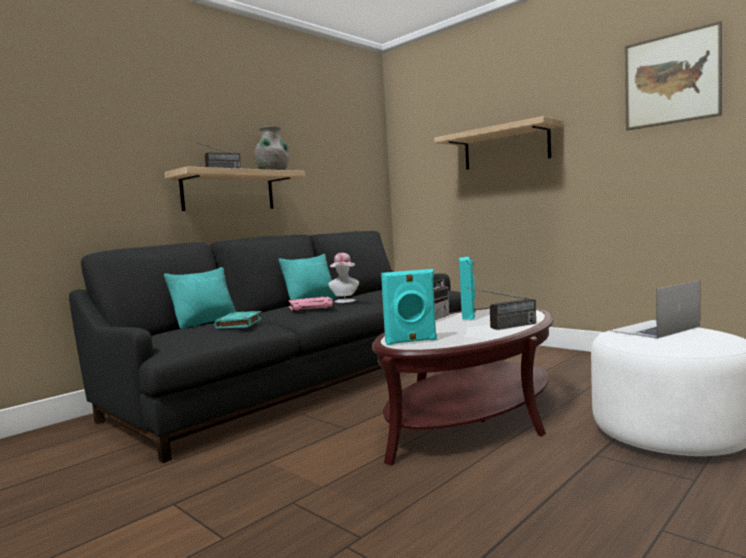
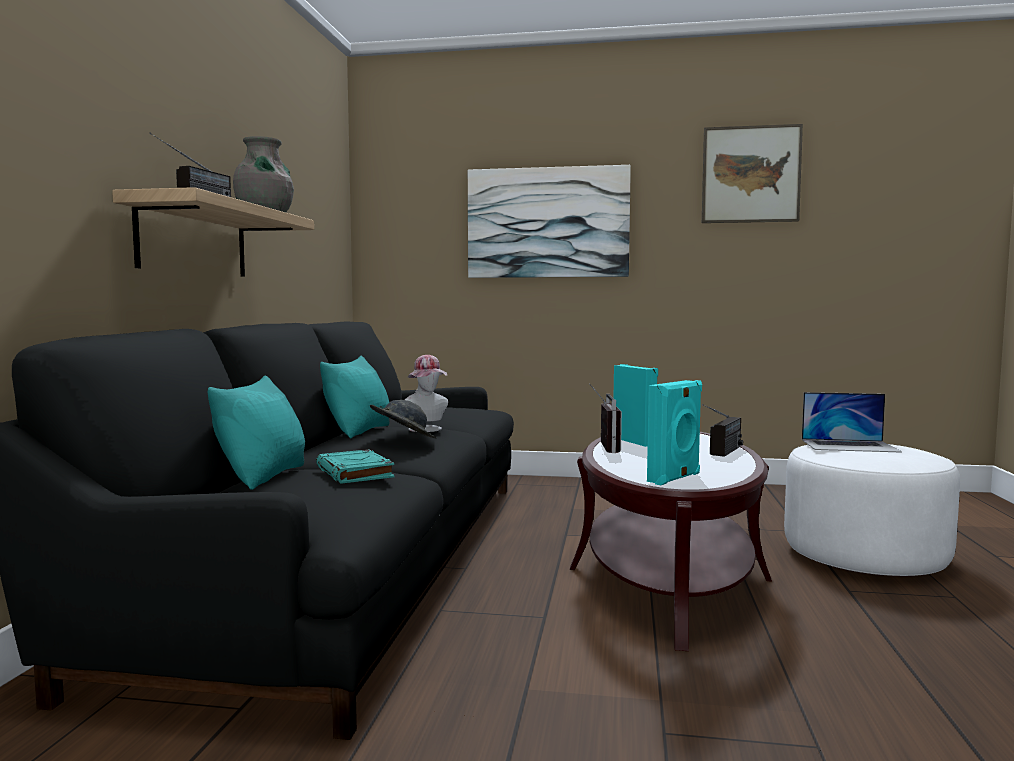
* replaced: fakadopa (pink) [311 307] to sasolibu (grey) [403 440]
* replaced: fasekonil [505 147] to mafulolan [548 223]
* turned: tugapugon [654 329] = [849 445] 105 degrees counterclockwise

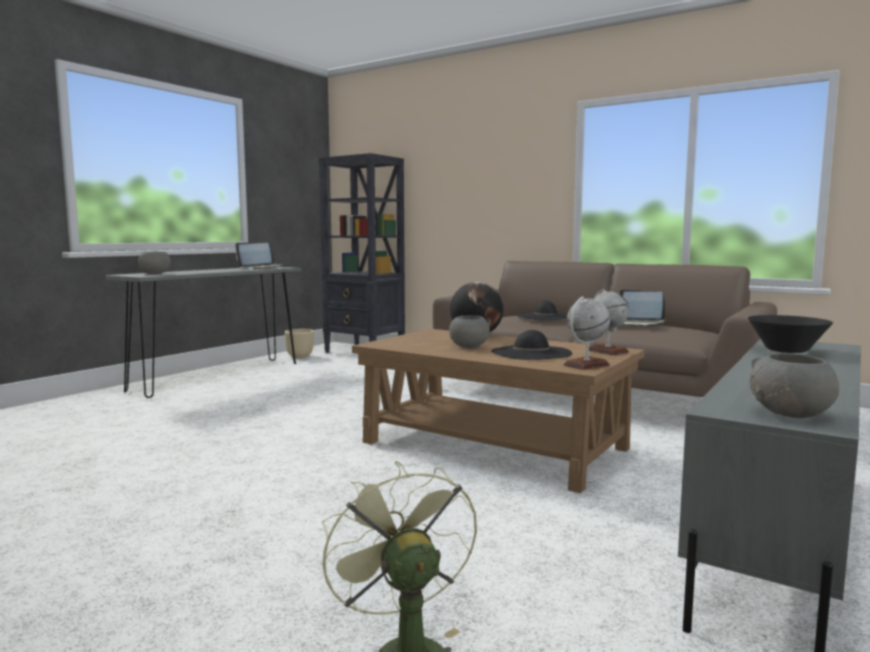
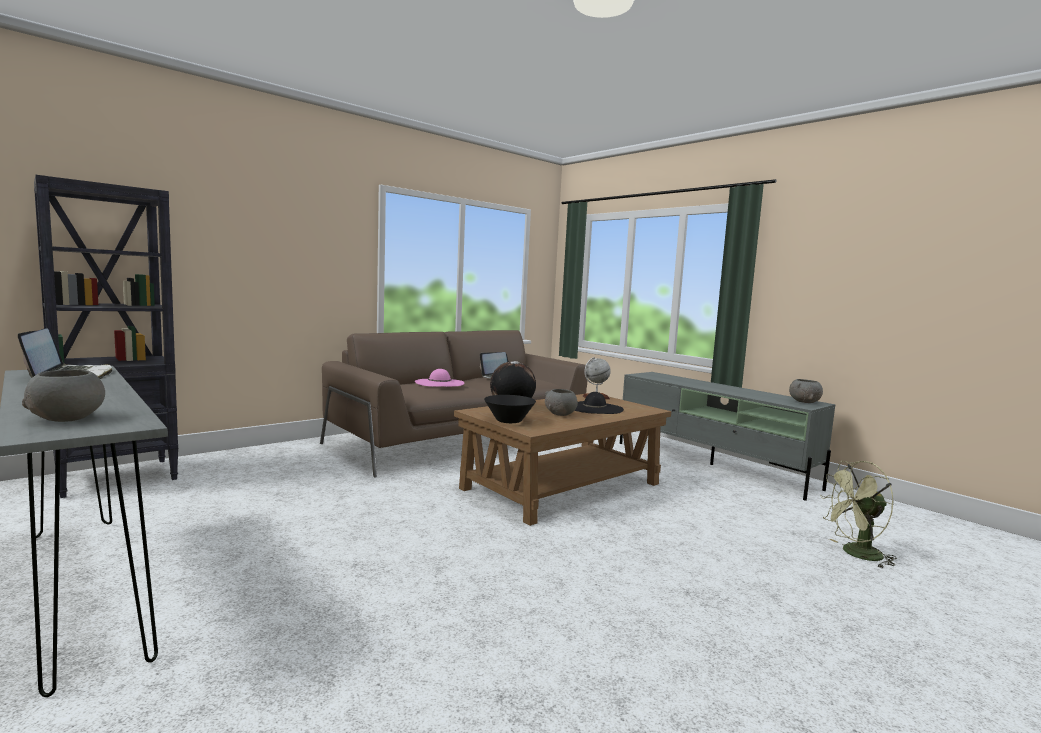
* removed: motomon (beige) [300 356]
* recoloured: sasolibu (black) [545 317] to sasolibu (pink) [439 383]
* removed: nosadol [586 365]
* moved: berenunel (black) [787 350] to [509 421]

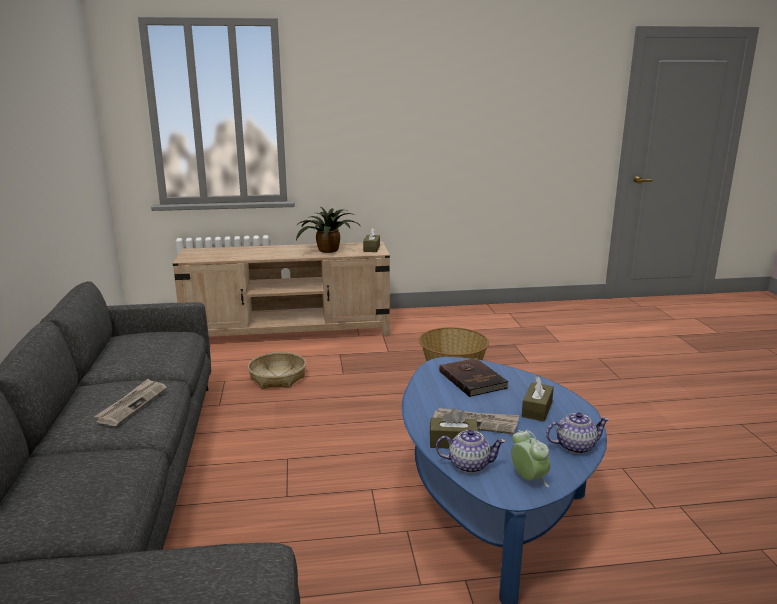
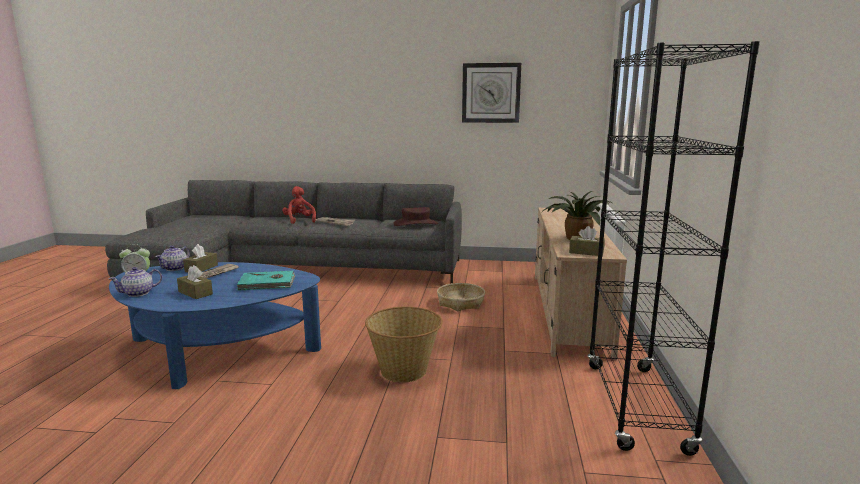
* recoloured: fakadopa (brown) [473 379] to fakadopa (turquoise) [267 283]
* turned: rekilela [574 446] = [138 293] 45 degrees clockwise
* added: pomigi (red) [299 220]
* added: sasolibu (brown) [415 224]
* added: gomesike [491 93]
* added: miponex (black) [635 406]

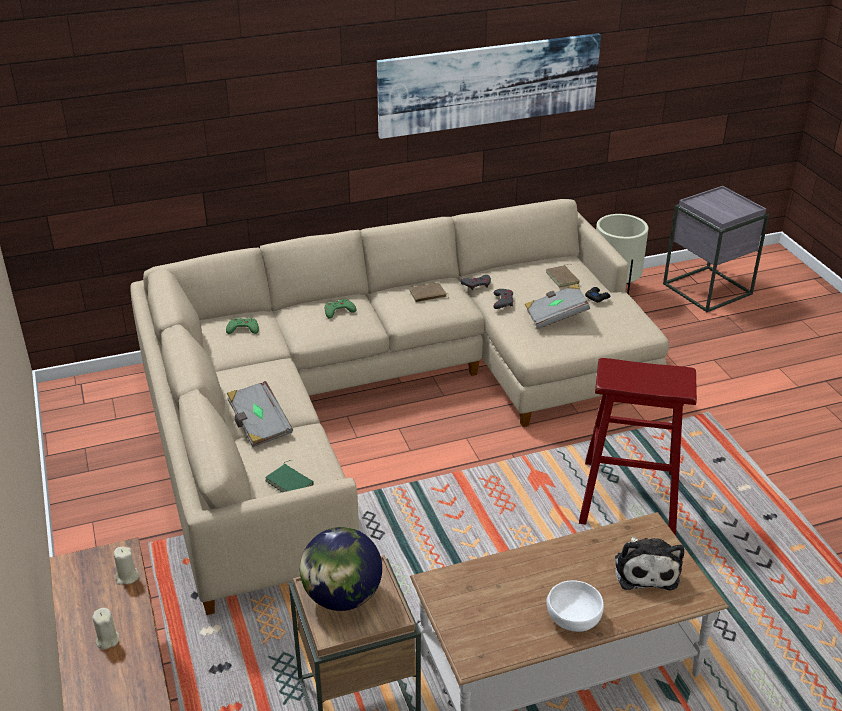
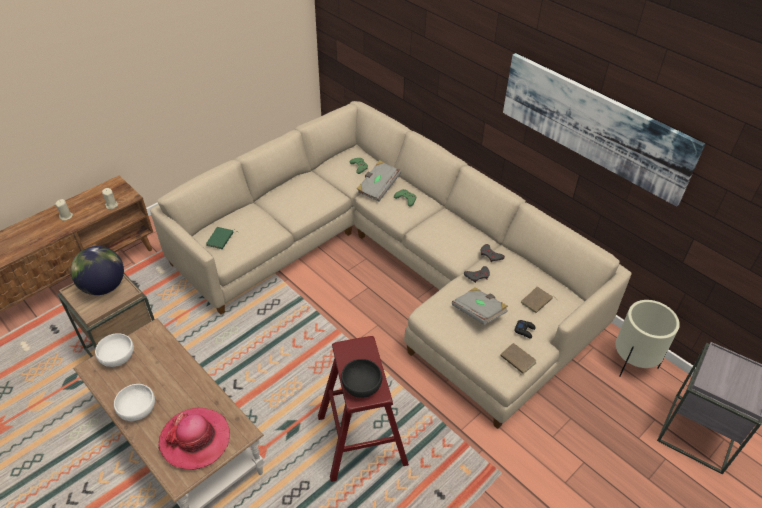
* moved: fakadopa (grey) [259 425] to [378 187]
* moved: fakadopa (brown) [428 295] to [517 360]
* replaced: pomigi [645 569] to sasolibu [195 439]
* added: berenunel (white) [118 357]
* added: berenunel (black) [361 386]

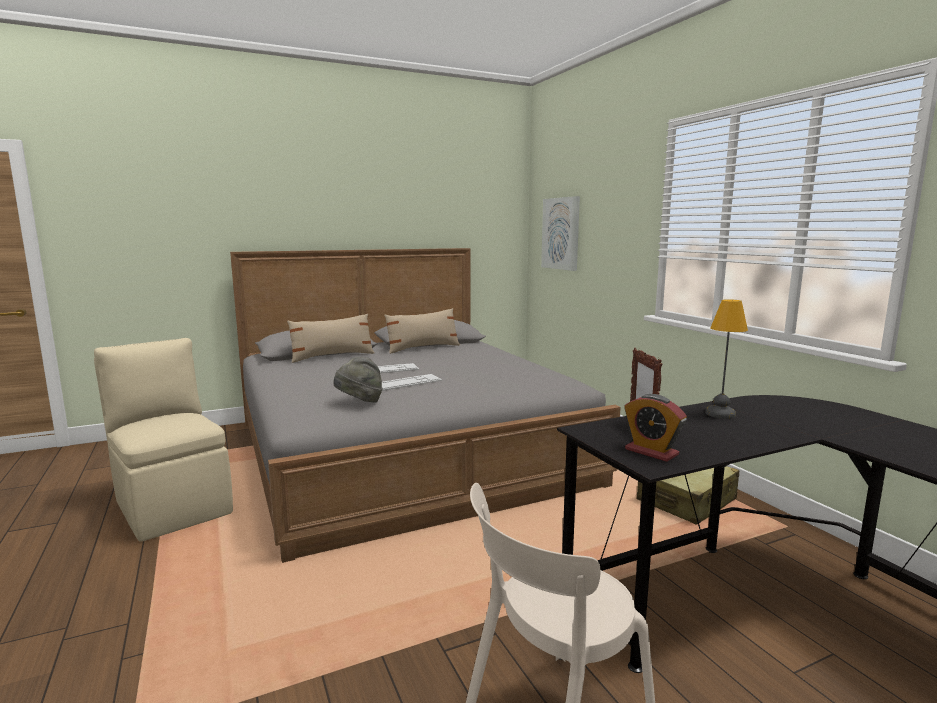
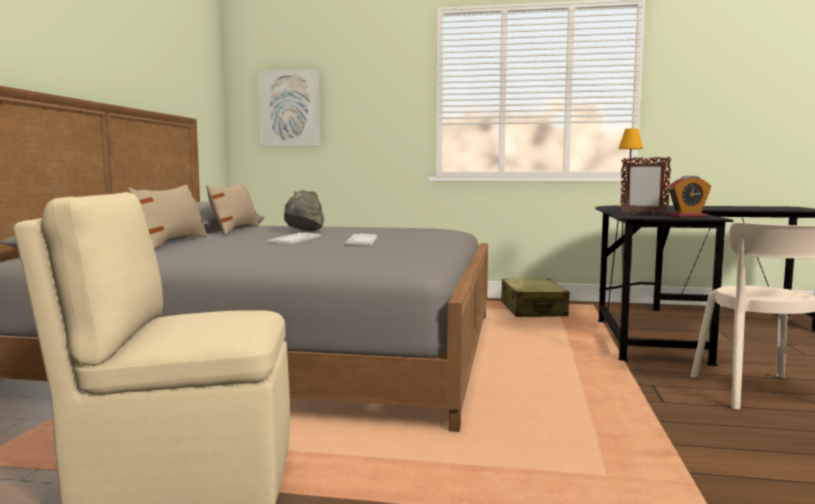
* moved: sasolibu (grey) [359 402] to [303 231]

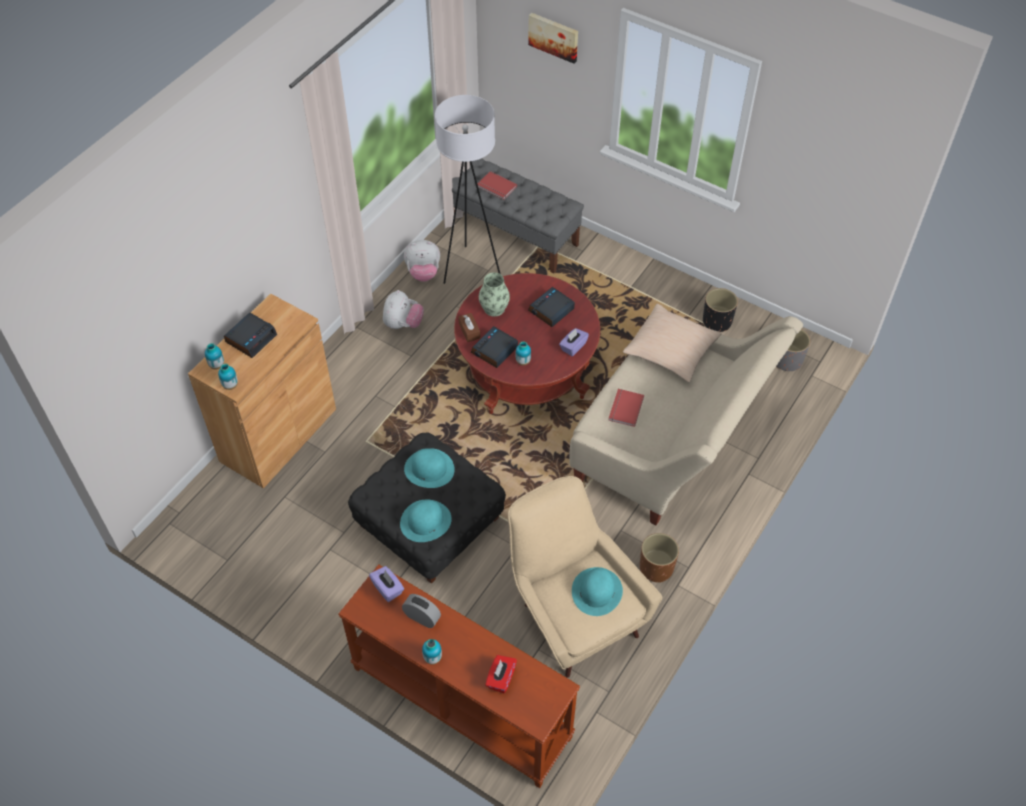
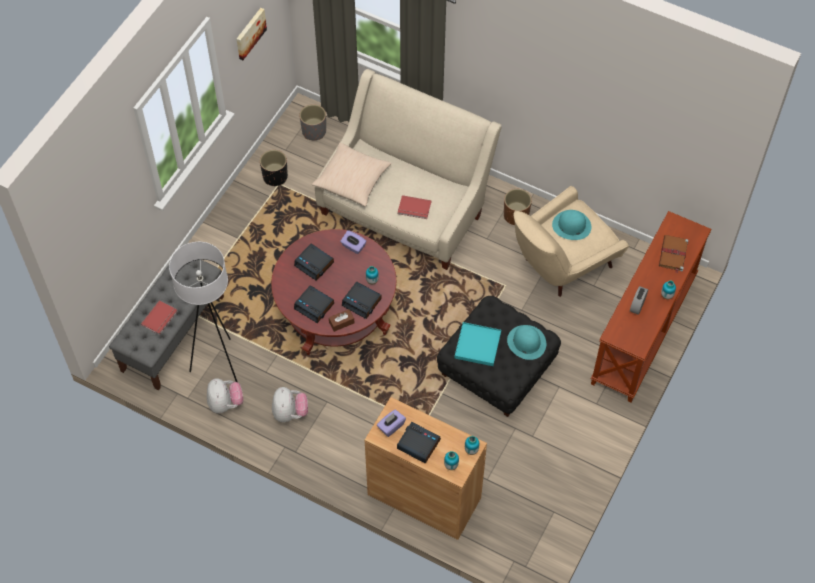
* moved: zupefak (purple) [388 588] to [391 426]
* turned: pomigi [403 324] = [290 413] 75 degrees clockwise
* replaced: sasolibu (turquoise) [429 469] to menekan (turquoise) [477 345]
* replaced: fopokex [494 308] to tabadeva [314 306]
* replaced: zupefak (red) [501 678] to fakadopa (brown) [673 254]
* moved: mafulolan [554 36] to [249 33]

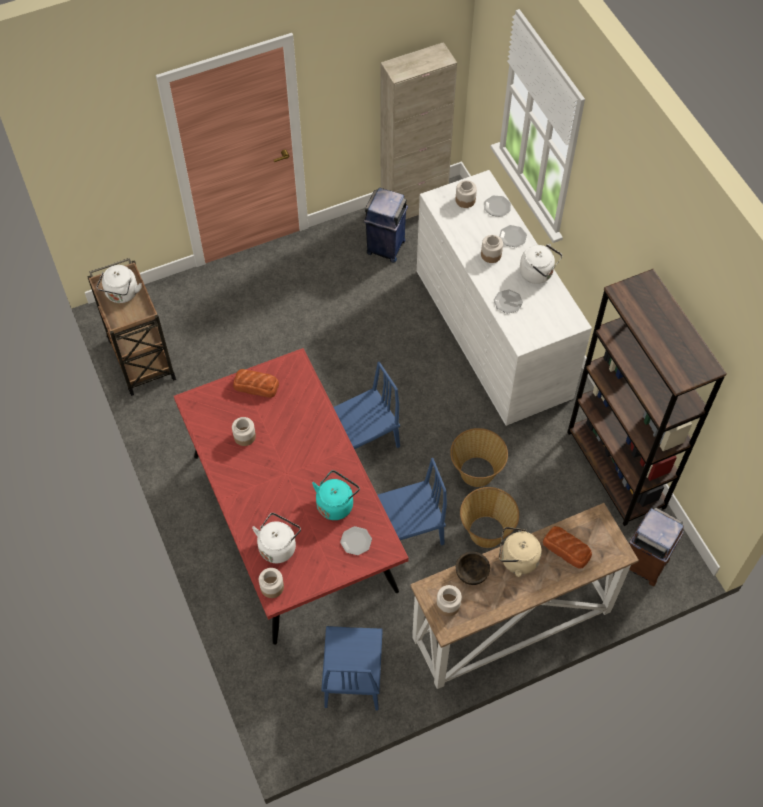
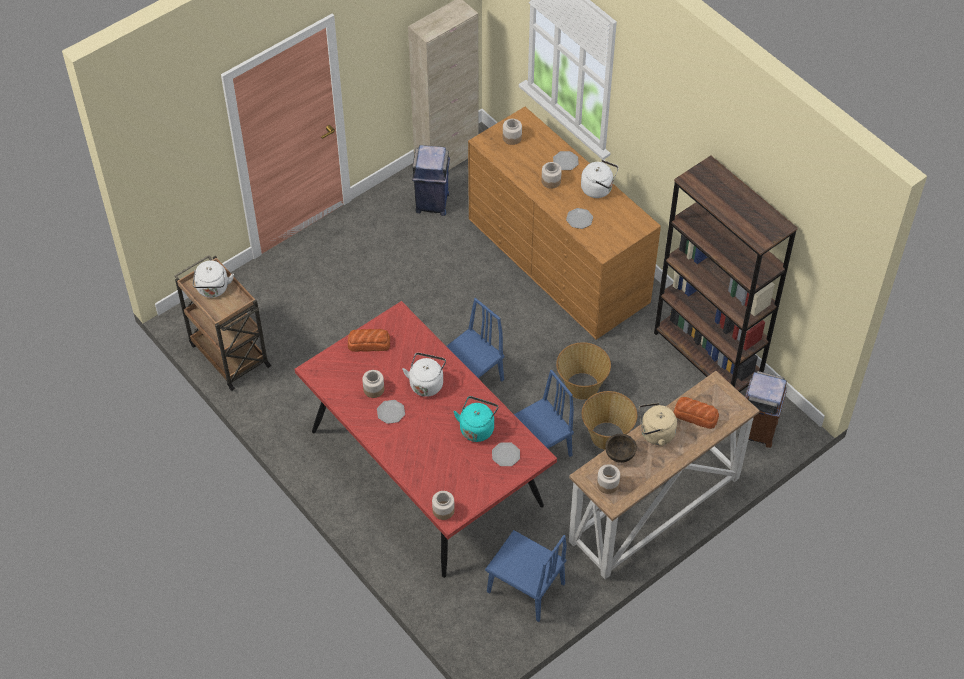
* moved: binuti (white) [278 546] to [426 383]
* turned: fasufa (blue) [353 677] = [525 588] 45 degrees counterclockwise
* recoloured: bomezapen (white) [492 333] to bomezapen (brown) [558 260]
* moved: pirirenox [497 207] to [391 412]

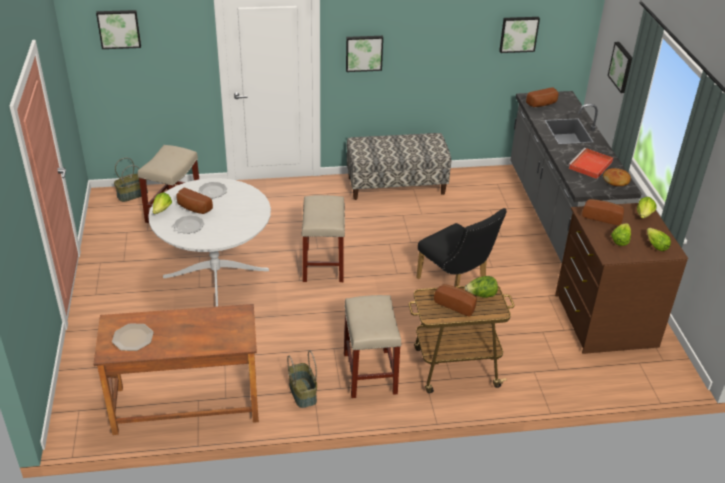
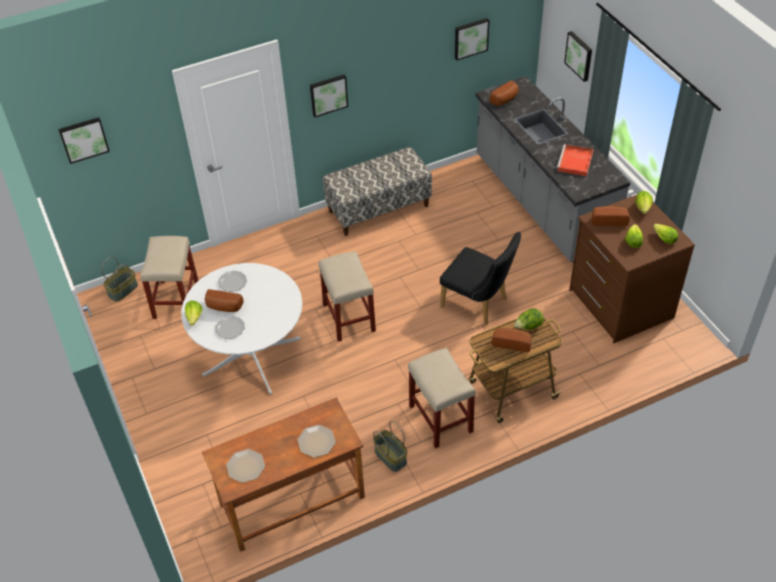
* removed: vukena [616 181]
* added: pirirenox [316 442]

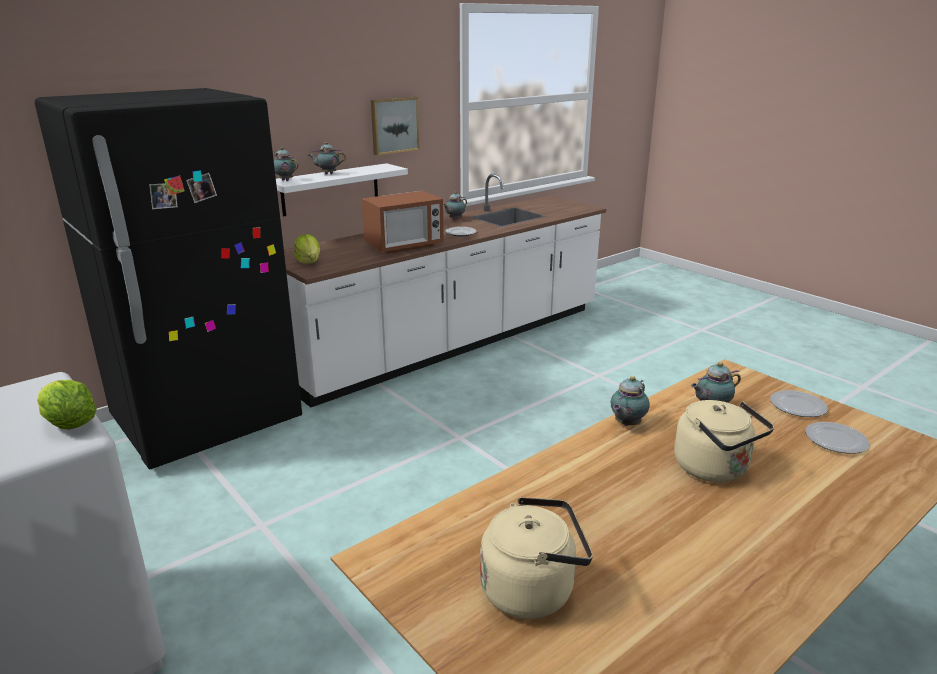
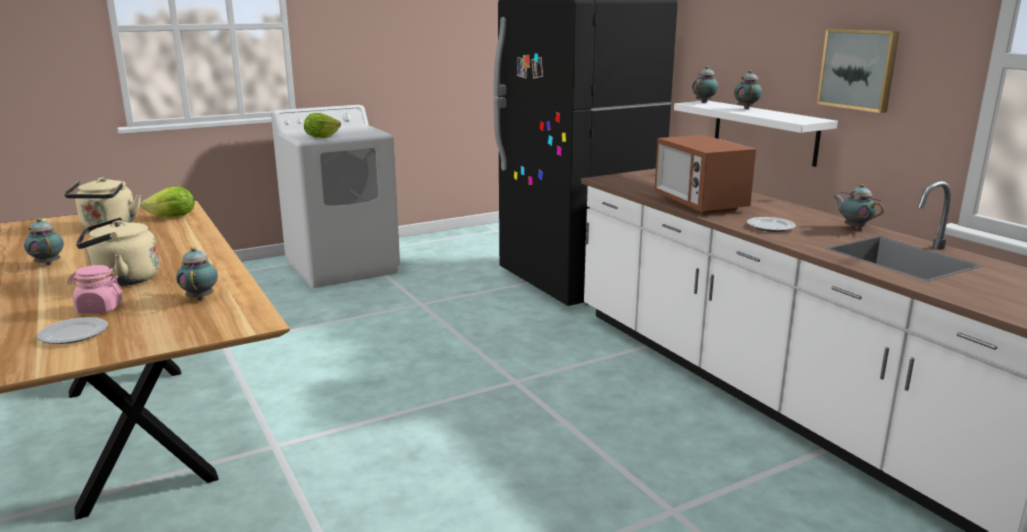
* moved: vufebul [309 262] to [173 217]
* moved: rekilela [626 424] to [48 263]
* removed: pirirenox [797 406]
* added: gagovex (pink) [99 308]

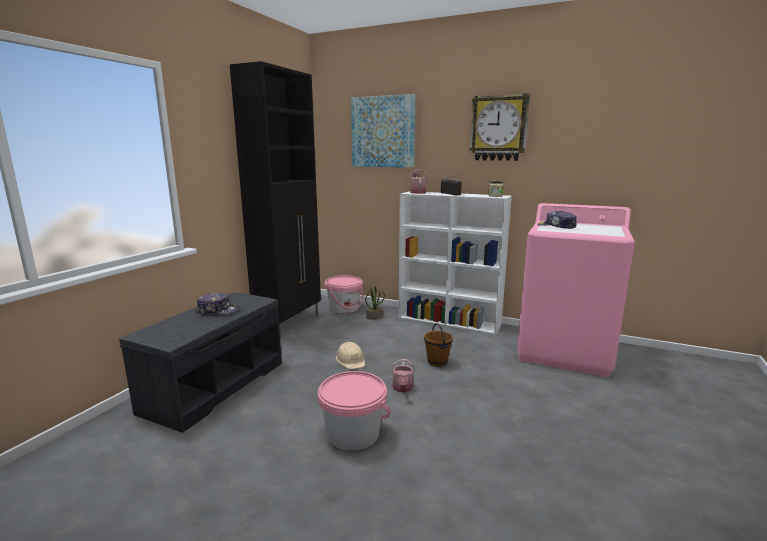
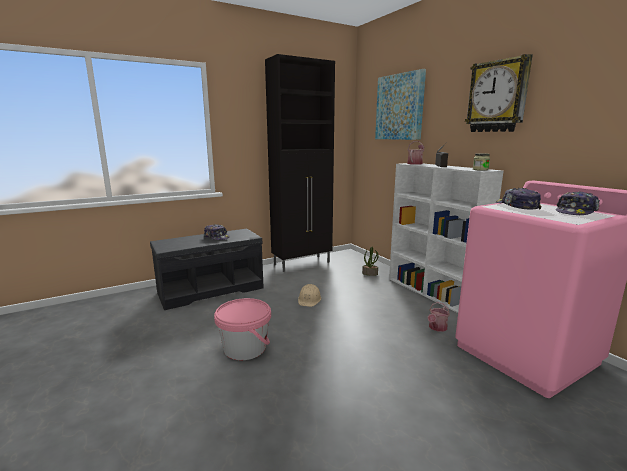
* removed: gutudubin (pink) [344 308]
* moved: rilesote [402 388] to [436 328]
* removed: gutudubin (brown) [437 362]
* added: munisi [576 212]

